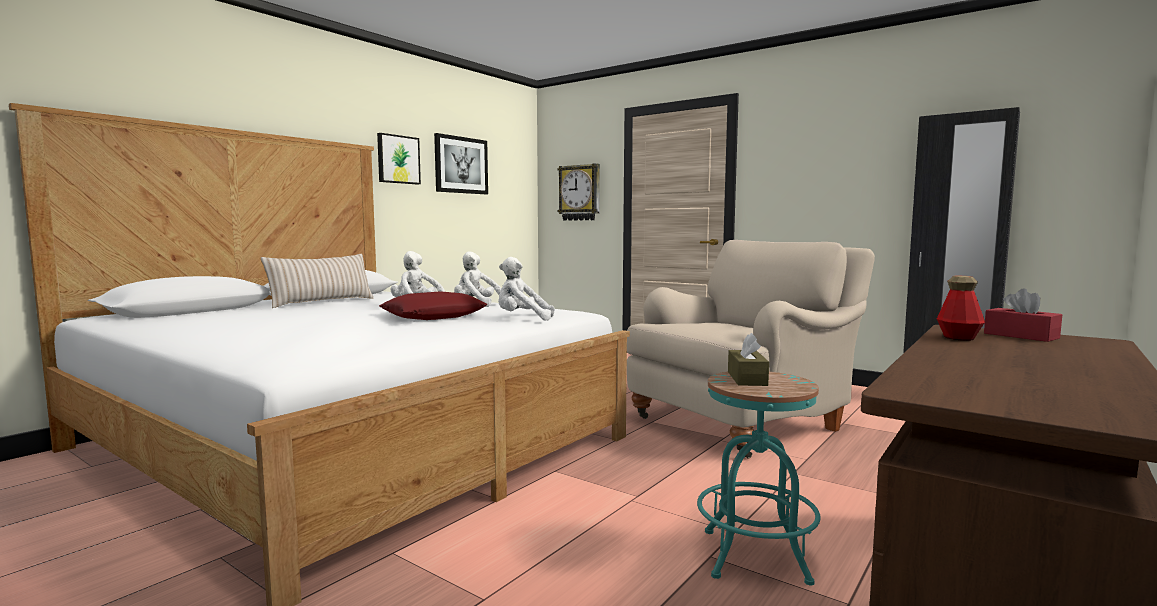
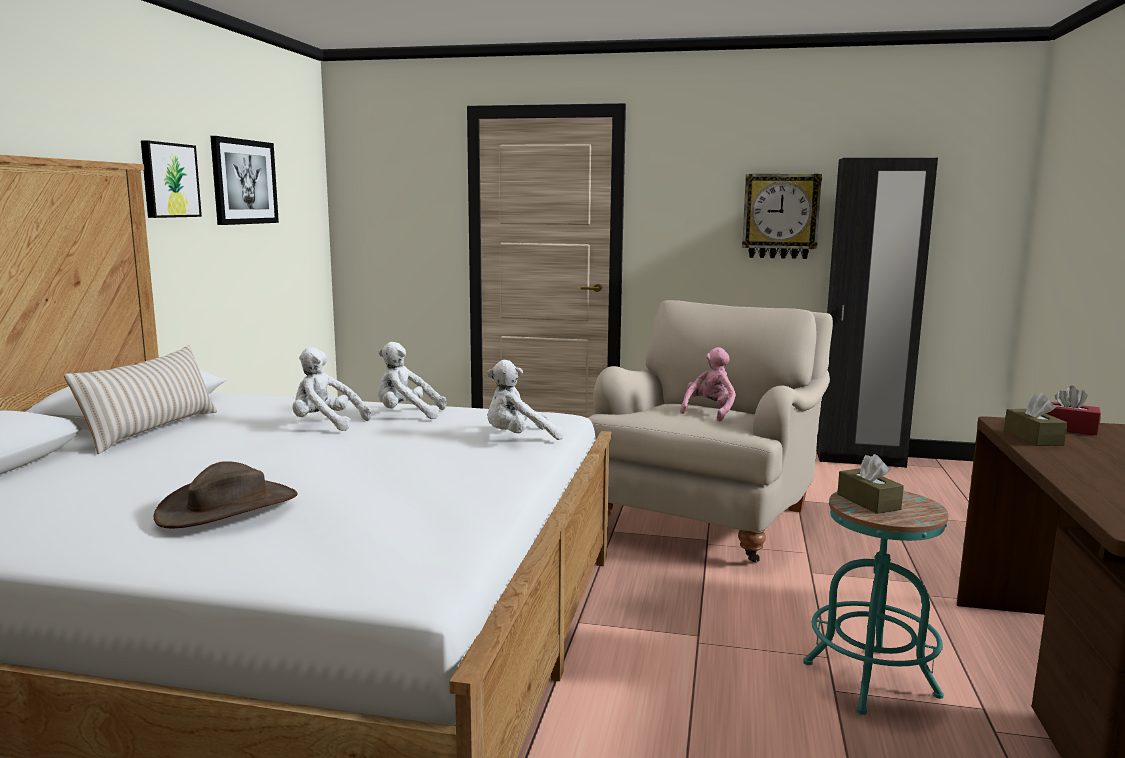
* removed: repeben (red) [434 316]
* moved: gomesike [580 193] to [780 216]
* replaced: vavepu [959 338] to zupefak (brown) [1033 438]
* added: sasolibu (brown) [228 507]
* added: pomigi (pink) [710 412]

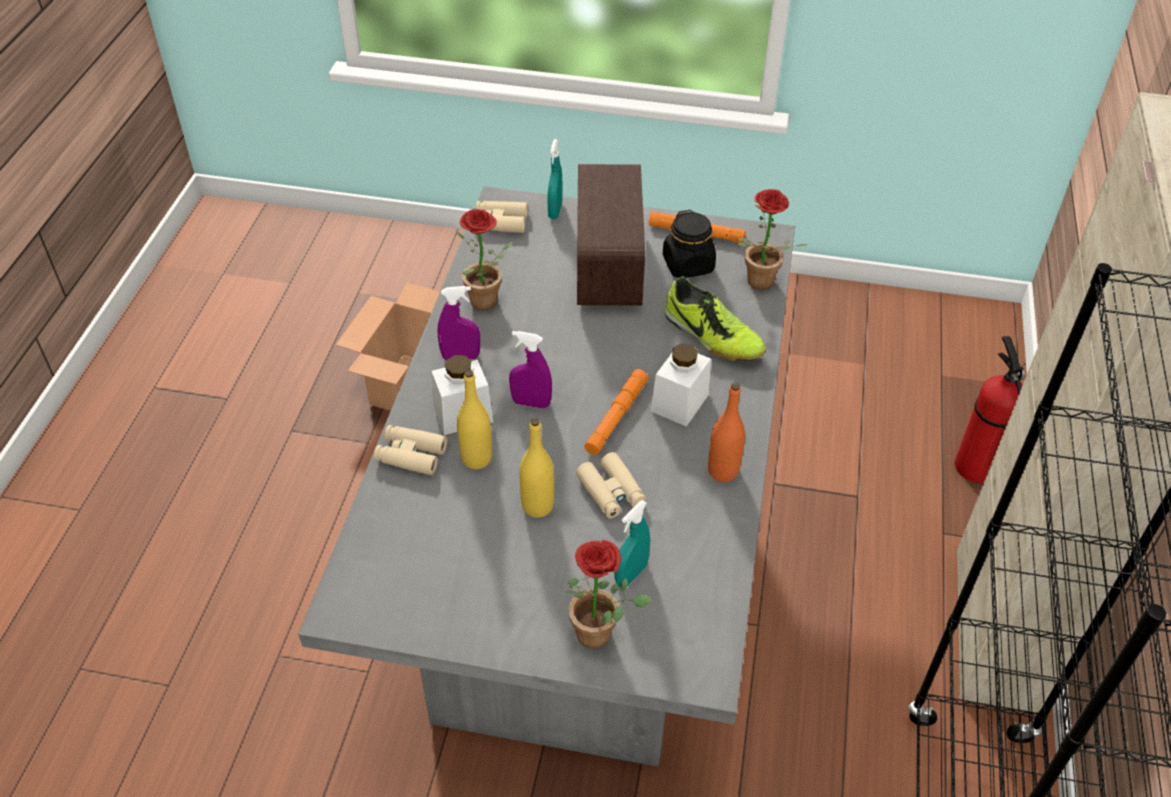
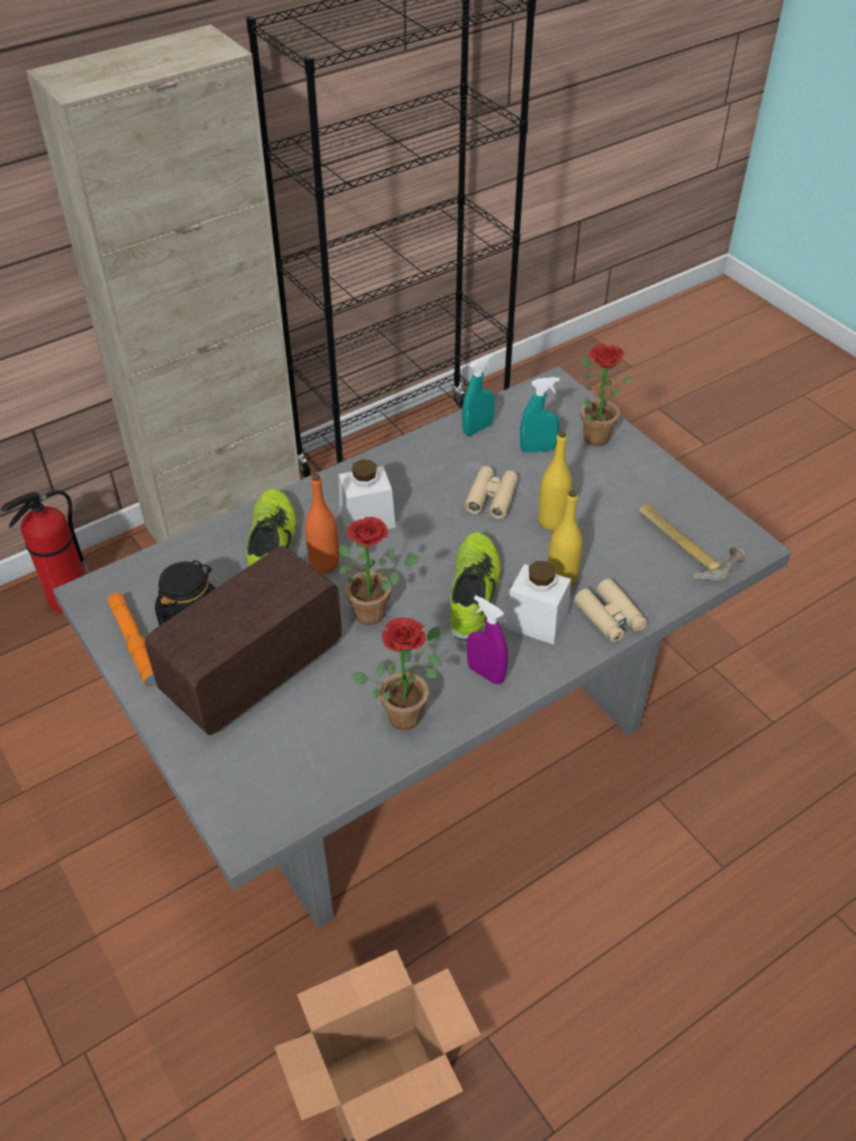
* removed: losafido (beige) [500 222]
* replaced: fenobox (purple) [531 403] to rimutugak [473 593]
* moved: fenobox (turquoise) [555 211] to [477 429]
* removed: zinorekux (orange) [616 417]
* moved: vavepu (orange) [723 471] to [324 564]
* moved: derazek [758 284] to [376 612]
* added: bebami [685 544]

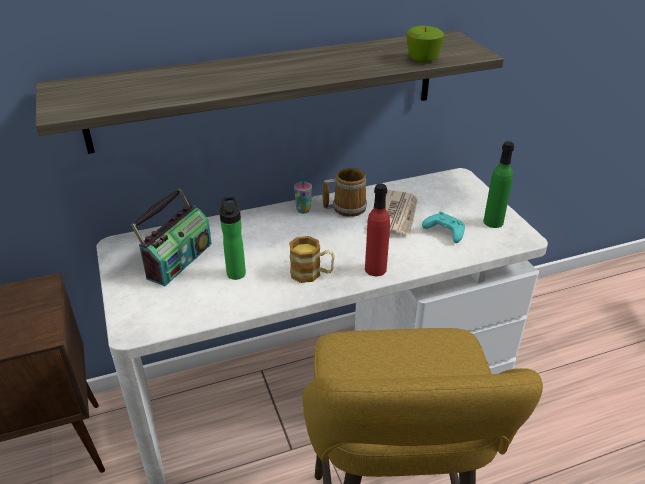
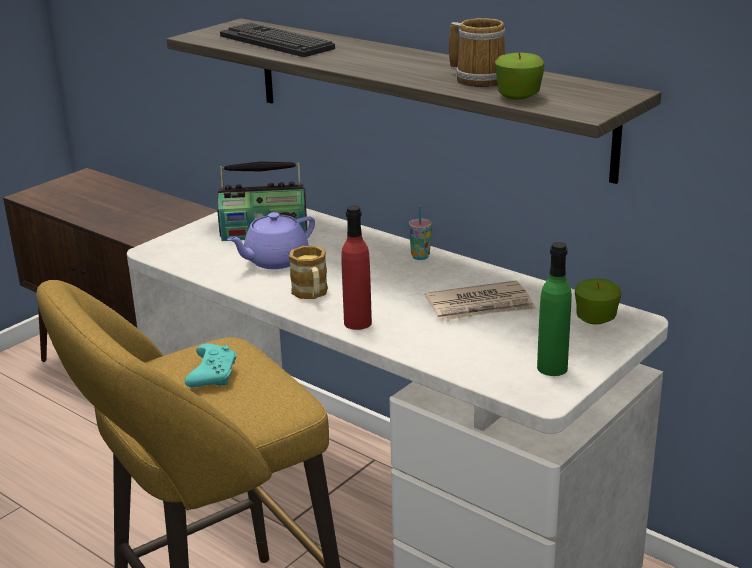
* replaced: vavepu [236 271] to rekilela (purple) [275 261]
* moved: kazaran [346 207] to [479 79]
* moved: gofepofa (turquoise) [443 232] to [212 374]
* added: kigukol [276 42]
* added: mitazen [595 319]

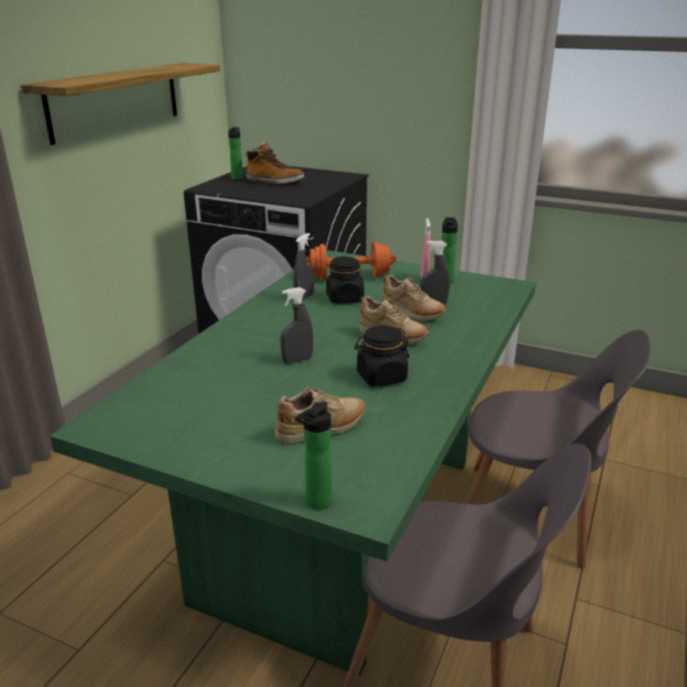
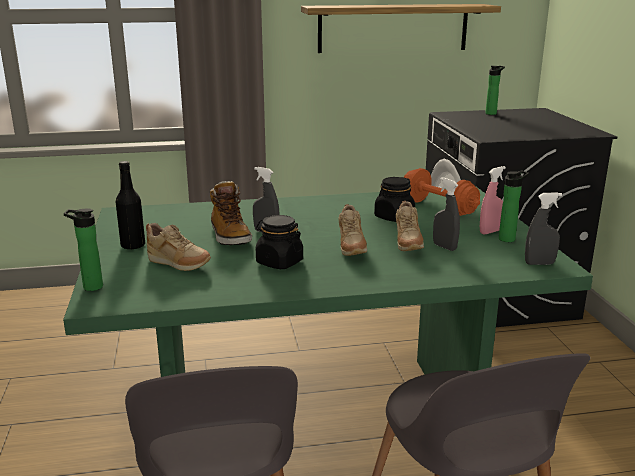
* moved: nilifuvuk [274 182] to [230 236]
* moved: fenobox (grey) [304 298] to [539 263]
* added: vavepu (black) [133 246]

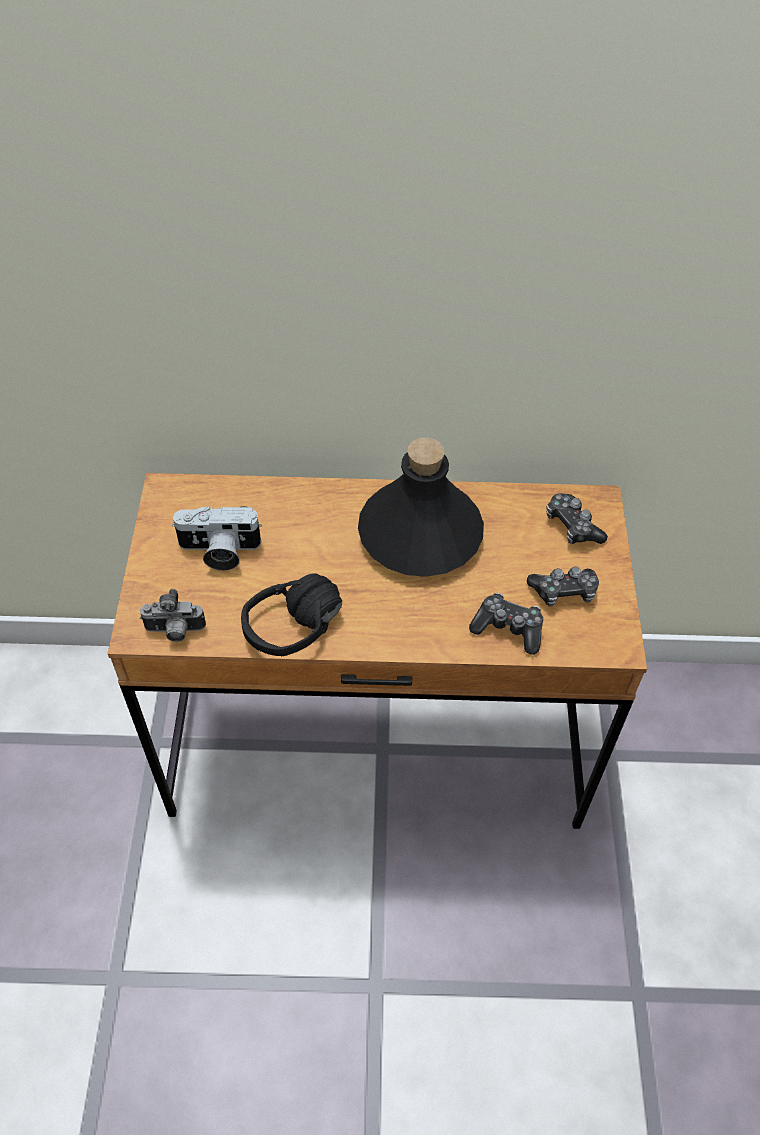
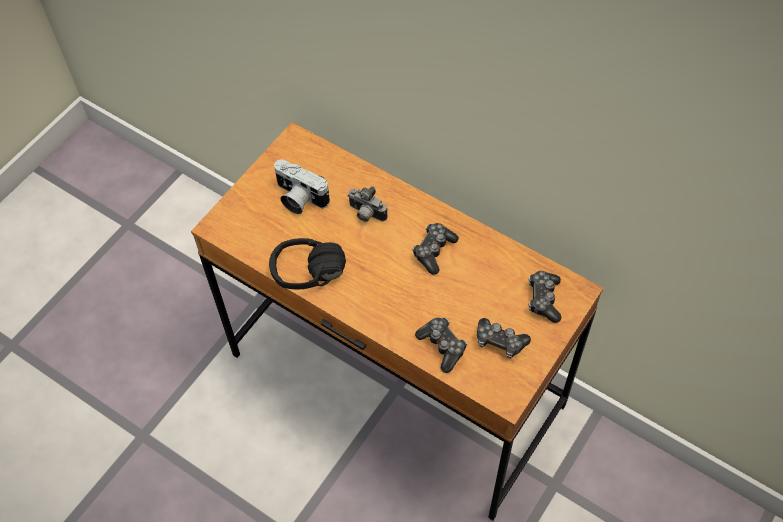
* moved: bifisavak [175 631] to [366 214]
* replaced: vavepu (black) [419 534] to gofepofa [433 251]

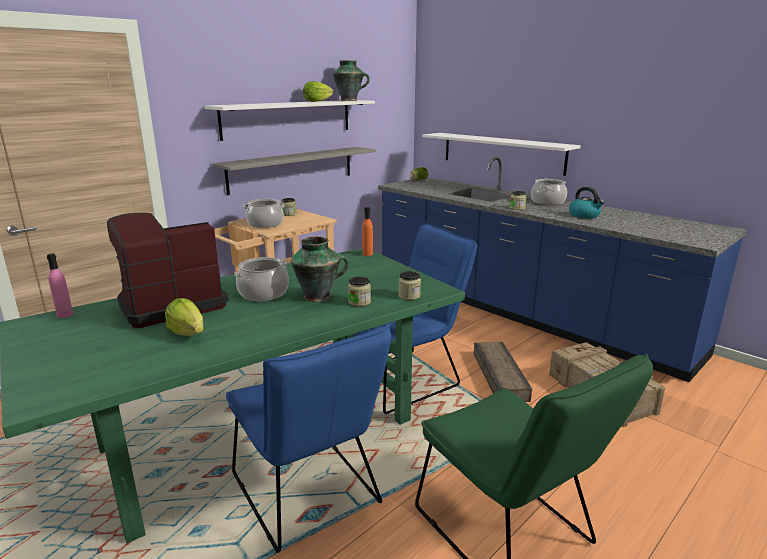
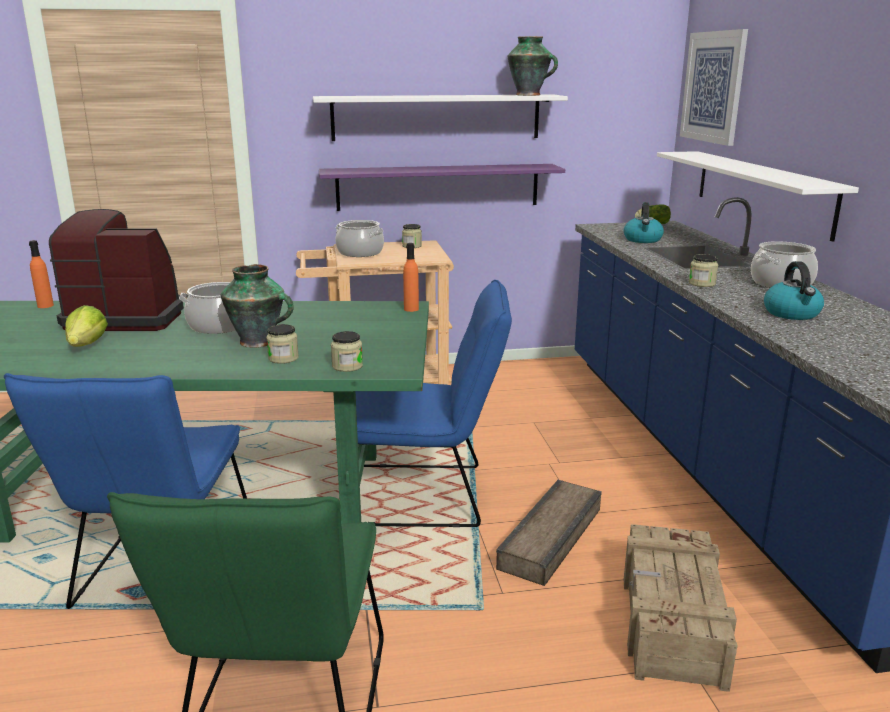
* recoloured: vavepu (pink) [65 315] to vavepu (orange) [45 306]
* recoloured: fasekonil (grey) [292 169] to fasekonil (purple) [438 187]
* removed: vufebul [316 101]
* added: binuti [643 240]
* added: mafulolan [713 87]

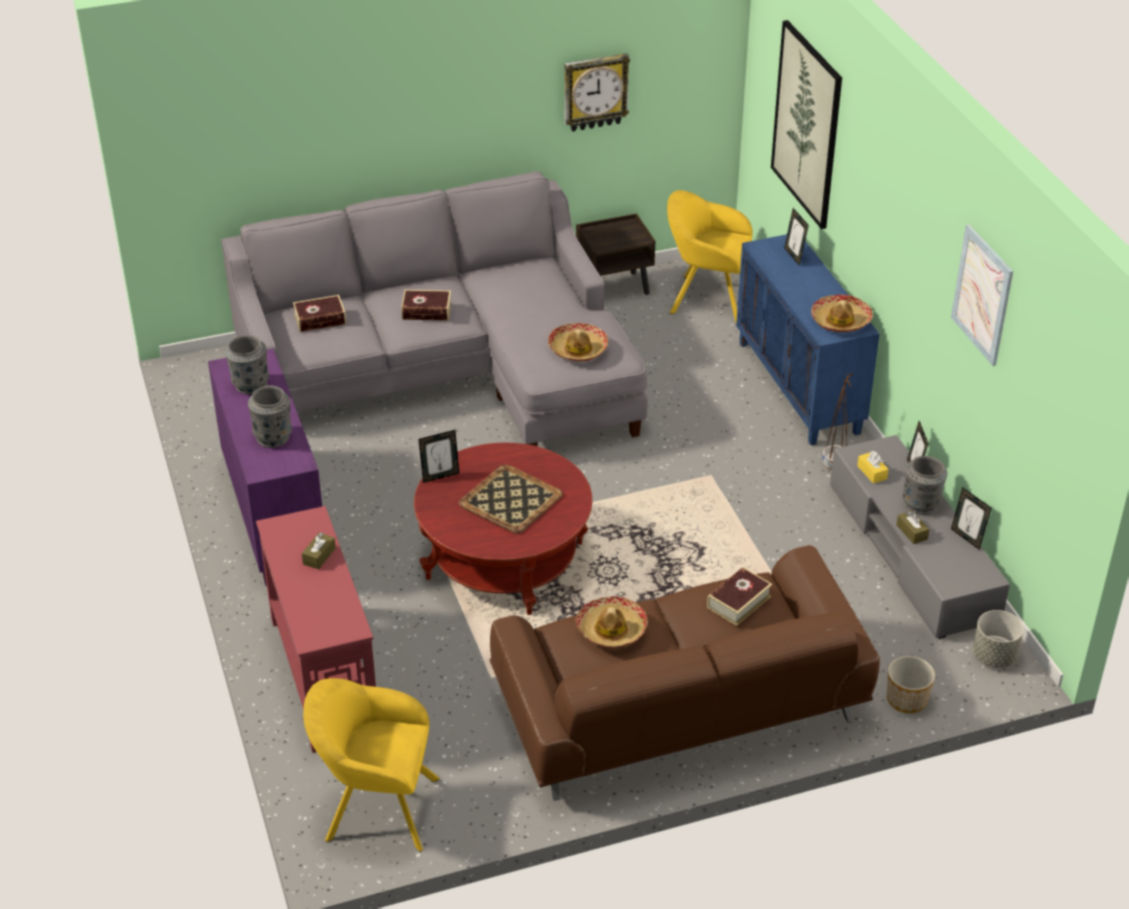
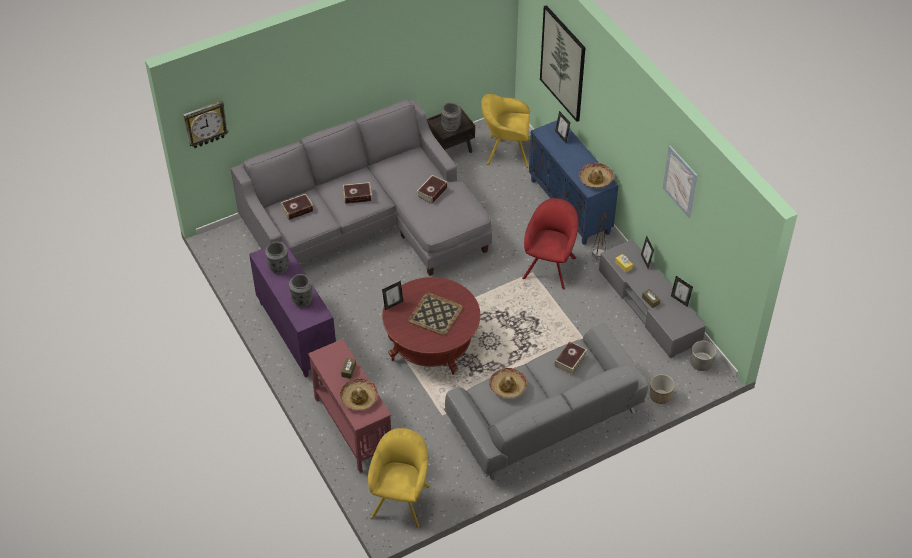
* turned: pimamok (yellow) [375 807] = [401 498] 105 degrees clockwise
* recoloured: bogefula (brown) [678 709] to bogefula (grey) [544 418]
* moved: sasolibu [578 349] to [359 397]
* moved: gomesike [595 92] to [205 124]
* moved: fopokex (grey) [921 504] to [451 126]
* added: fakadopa [432 192]
* added: pimamok (red) [550 265]

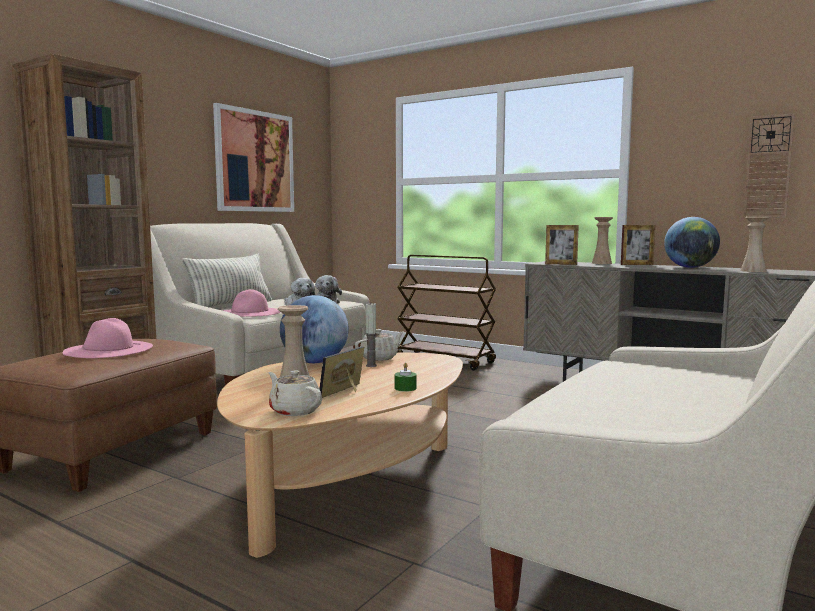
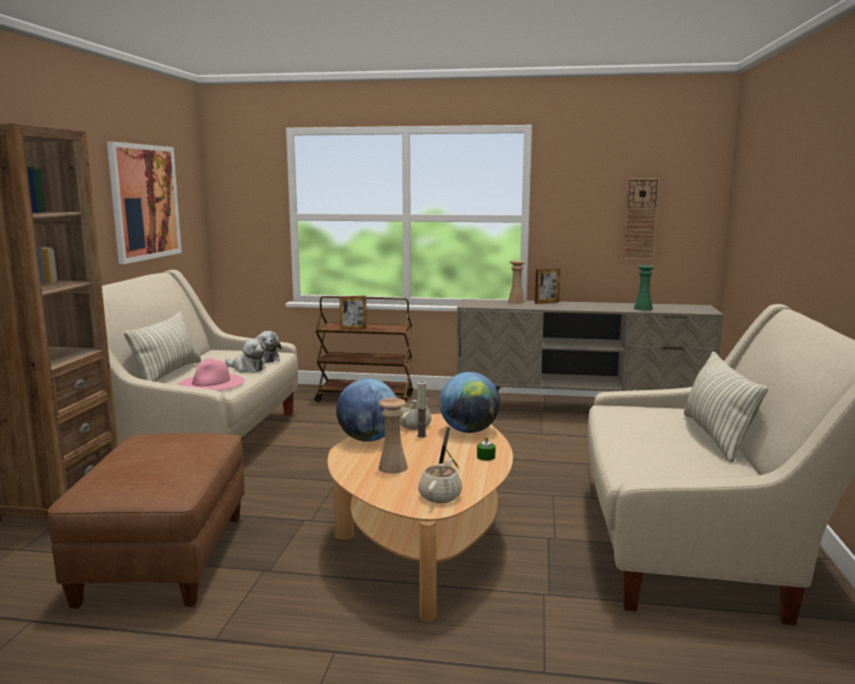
* removed: sasolibu (pink) [108 349]
* turned: rekilela (beige) [294 411] = [440 496] 90 degrees clockwise
* moved: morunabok [561 264] to [353 329]
* moved: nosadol [690 267] to [469 431]
* recoloured: fopokex (beige) [753 271] to fopokex (green) [643 308]
* added: repeben [716 437]

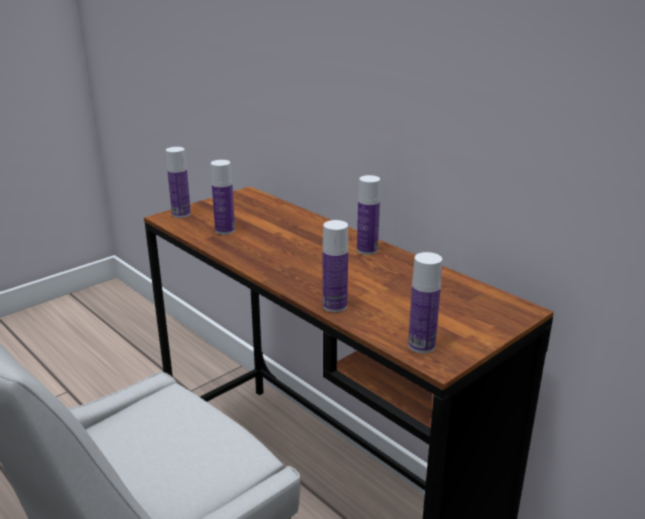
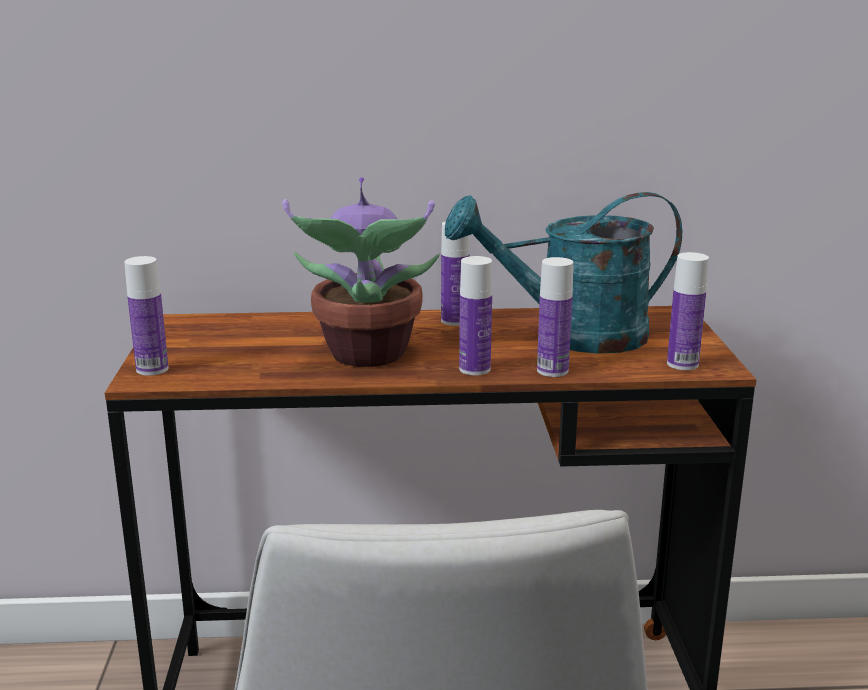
* moved: vavepu [225 230] to [474 369]
* added: derazek [367 355]
* added: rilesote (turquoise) [572 336]

